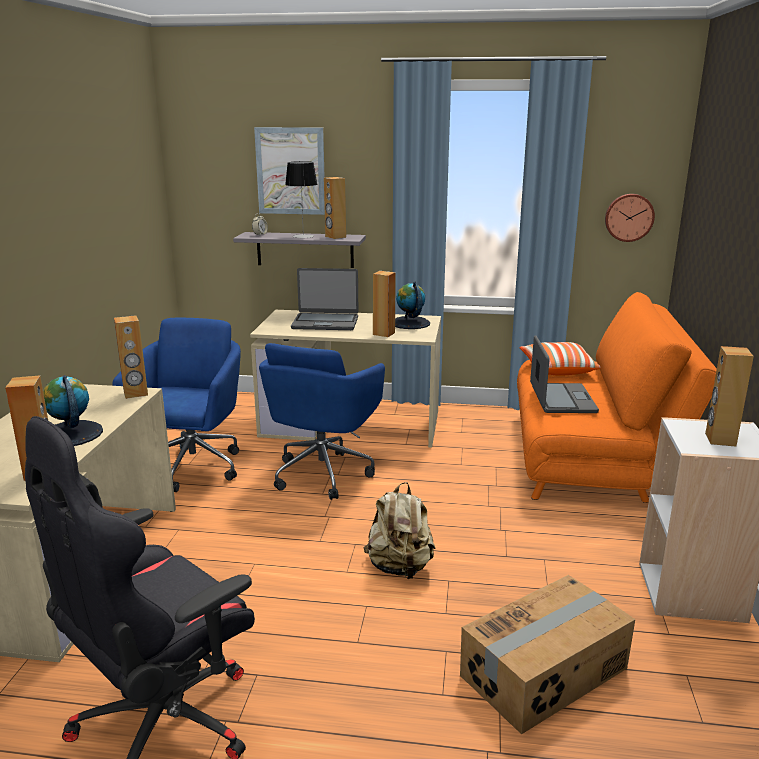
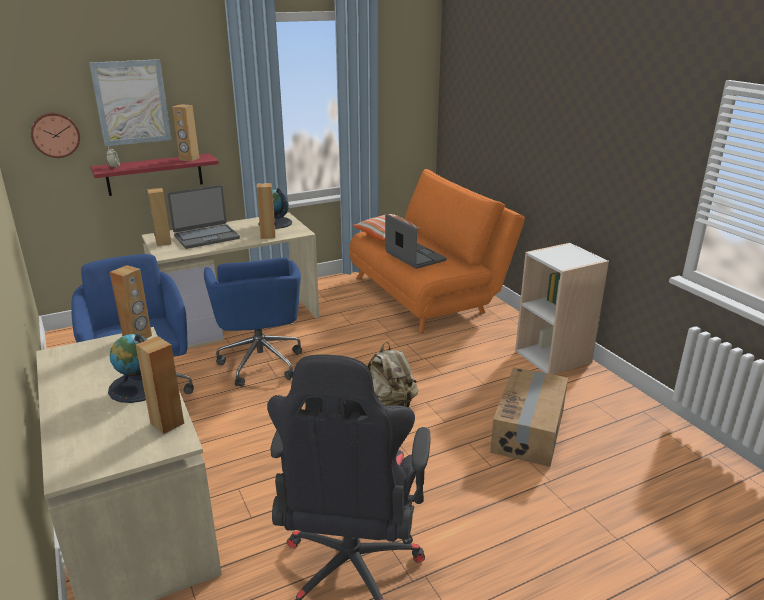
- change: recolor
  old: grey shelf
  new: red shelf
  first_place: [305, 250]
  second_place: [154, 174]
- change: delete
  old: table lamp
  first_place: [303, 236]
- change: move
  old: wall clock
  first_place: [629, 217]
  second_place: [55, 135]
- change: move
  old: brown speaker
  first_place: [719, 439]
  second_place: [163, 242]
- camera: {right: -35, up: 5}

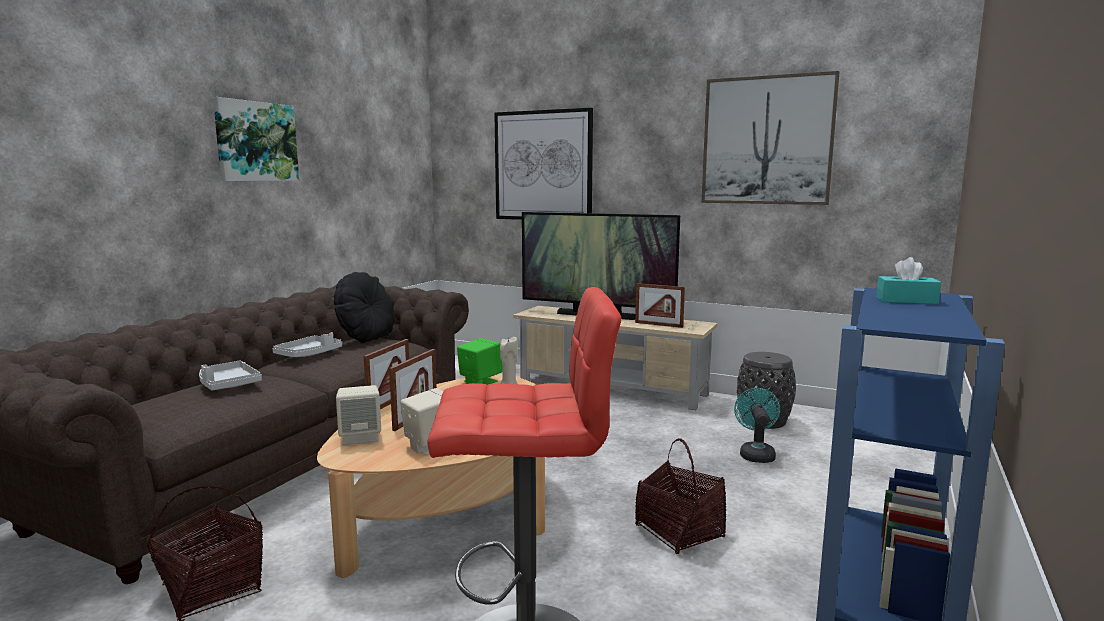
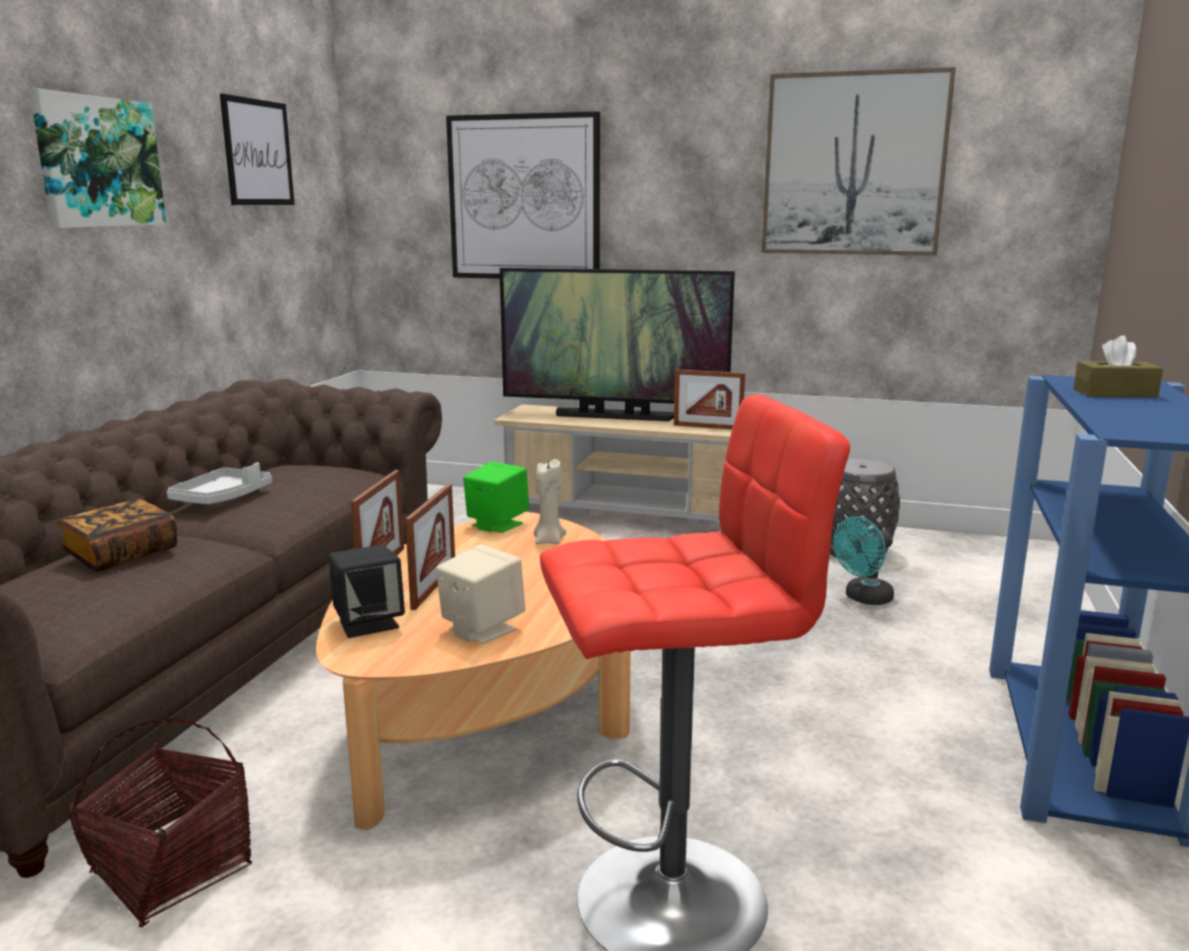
- change: replace
  old: grey tray
  new: book
  first_place: [228, 384]
  second_place: [121, 555]
- change: delete
  old: black pillow
  first_place: [366, 339]
- change: recolor
  old: beige speaker
  new: black speaker
  first_place: [360, 437]
  second_place: [369, 623]
- change: delete
  old: basket
  first_place: [679, 532]
- change: rotate
  old: turquoise fan
  first_place: [756, 454]
  second_place: [863, 599]
  degrees: -120
- change: recolor
  old: turquoise tissue box
  new: brown tissue box
  first_place: [906, 300]
  second_place: [1114, 393]
- change: insert
  new: picture
  second_place: [258, 152]
- camera: {right: -10, up: 5}

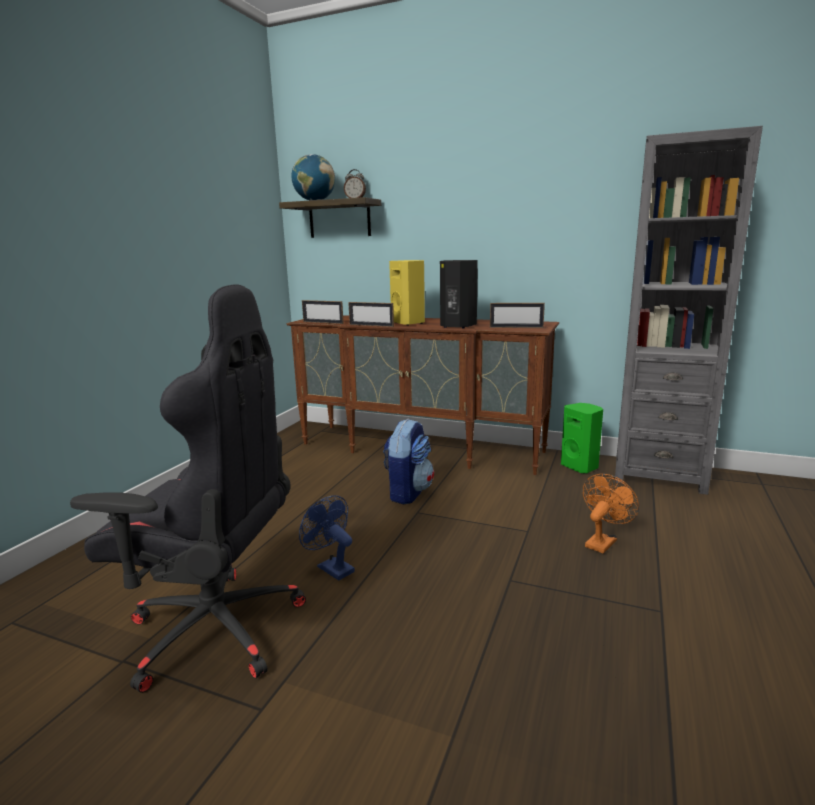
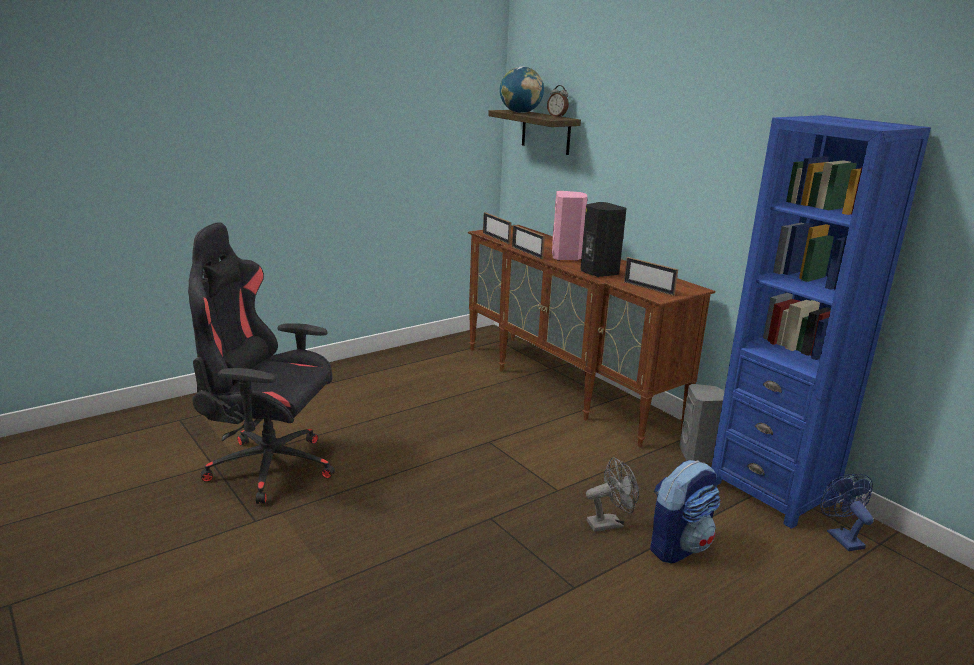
- change: rotate
  old: black office chair
  first_place: [214, 629]
  second_place: [272, 467]
  degrees: 150
- change: move
  old: blue fan
  first_place: [331, 567]
  second_place: [840, 537]
- change: move
  old: backpack
  first_place: [408, 492]
  second_place: [678, 546]
- change: recolor
  old: yellow speaker
  new: pink speaker
  first_place: [409, 323]
  second_place: [566, 257]
- change: recolor
  old: green speaker
  new: grey speaker
  first_place: [580, 467]
  second_place: [698, 455]
- change: recolor
  old: orange fan
  new: grey fan
  first_place: [602, 541]
  second_place: [610, 523]
- change: recolor
  old: grey bookcase
  new: blue bookcase
  first_place: [658, 474]
  second_place: [772, 491]
- camera: {right: 30, up: 5}

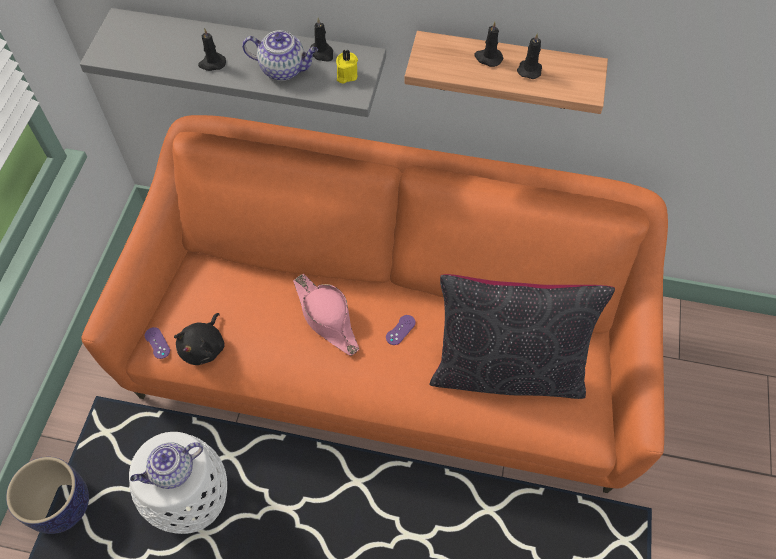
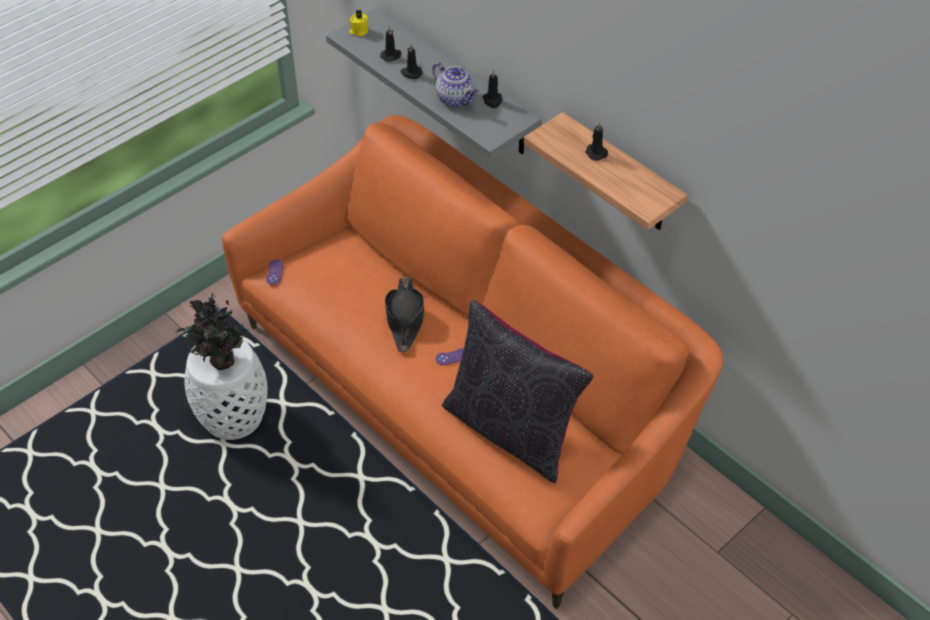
- change: delete
  old: planter
  first_place: [62, 505]
- change: replace
  old: teapot
  new: potted plant
  first_place: [172, 472]
  second_place: [220, 362]
- change: delete
  old: black plush toy
  first_place: [204, 347]
- change: recolor
  old: pink hat
  new: black hat
  first_place: [326, 318]
  second_place: [405, 318]
- change: move
  old: yellow candle
  first_place: [346, 75]
  second_place: [359, 31]
- change: move
  old: black candle
  first_place: [529, 69]
  second_place: [391, 56]
- camera: {right: 35, up: -10}

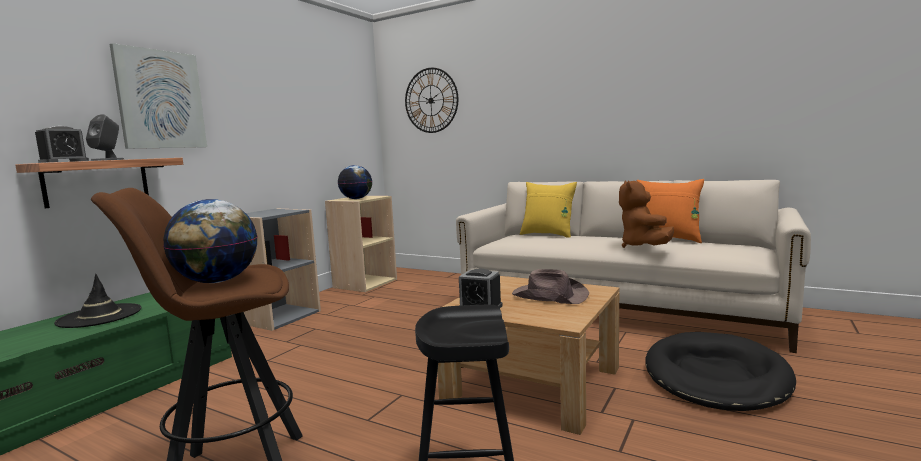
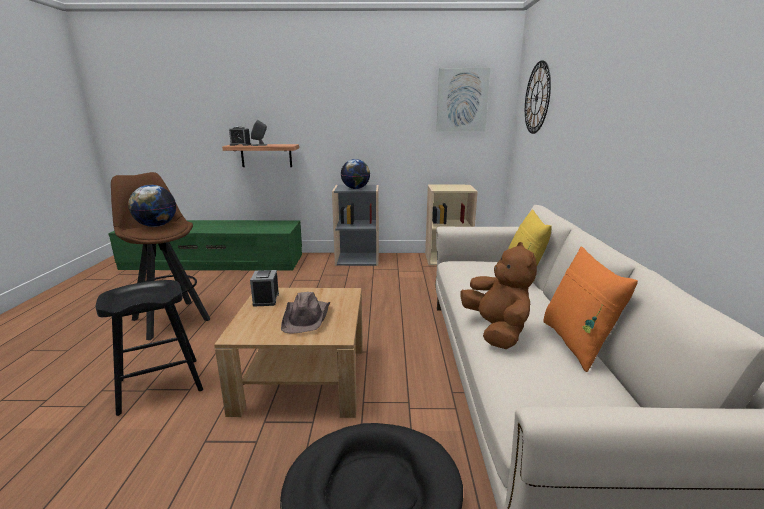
- change: delete
  old: black hat
  first_place: [99, 316]
- change: move
  old: picture
  first_place: [160, 99]
  second_place: [462, 100]
- change: move
  old: globe
  first_place: [356, 199]
  second_place: [355, 188]
- change: rotate
  old: brown plush toy
  first_place: [643, 246]
  second_place: [496, 331]
  degrees: 105
- camera: {right: 60, up: 10}

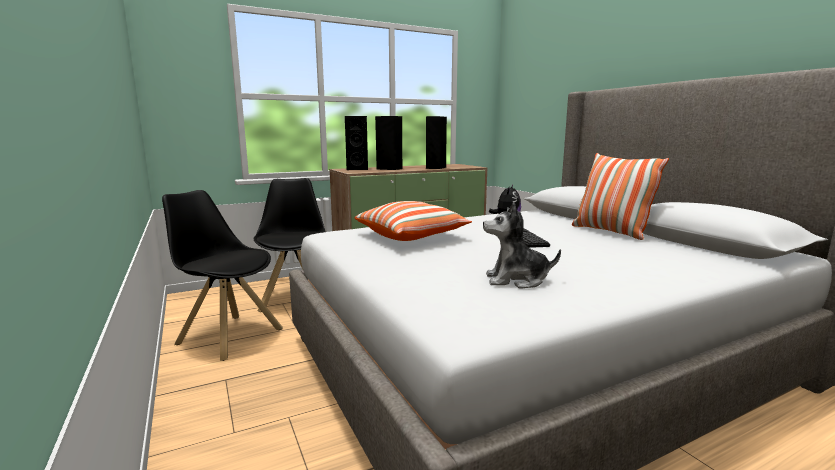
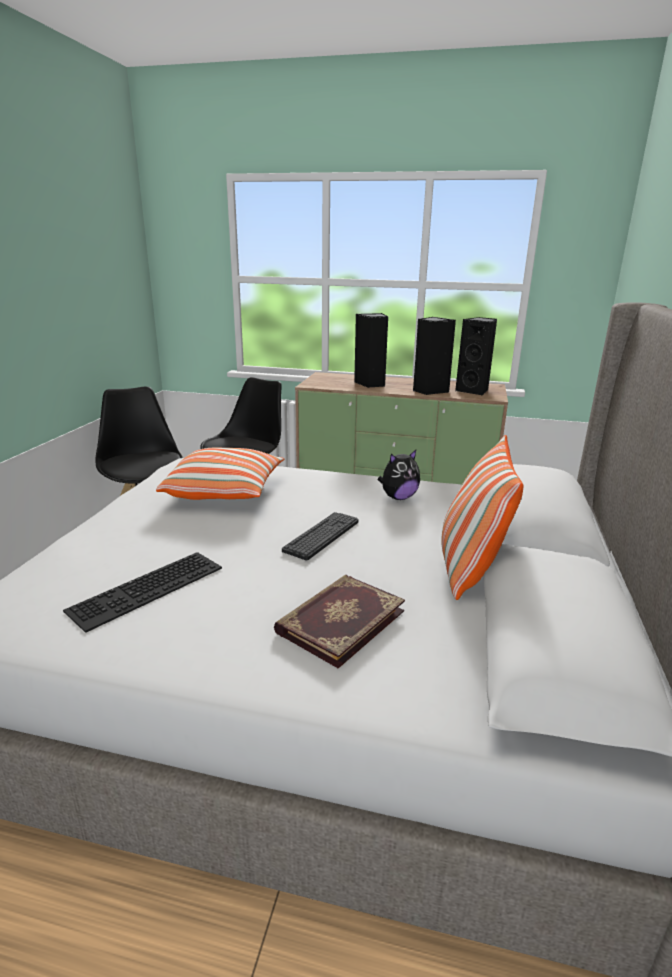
- change: move
  old: black speaker
  first_place: [358, 169]
  second_place: [474, 391]
- change: replace
  old: plush toy
  new: keyboard
  first_place: [516, 280]
  second_place: [148, 590]
- change: insert
  new: book
  second_place: [339, 621]
- camera: {right: 40, up: 10}

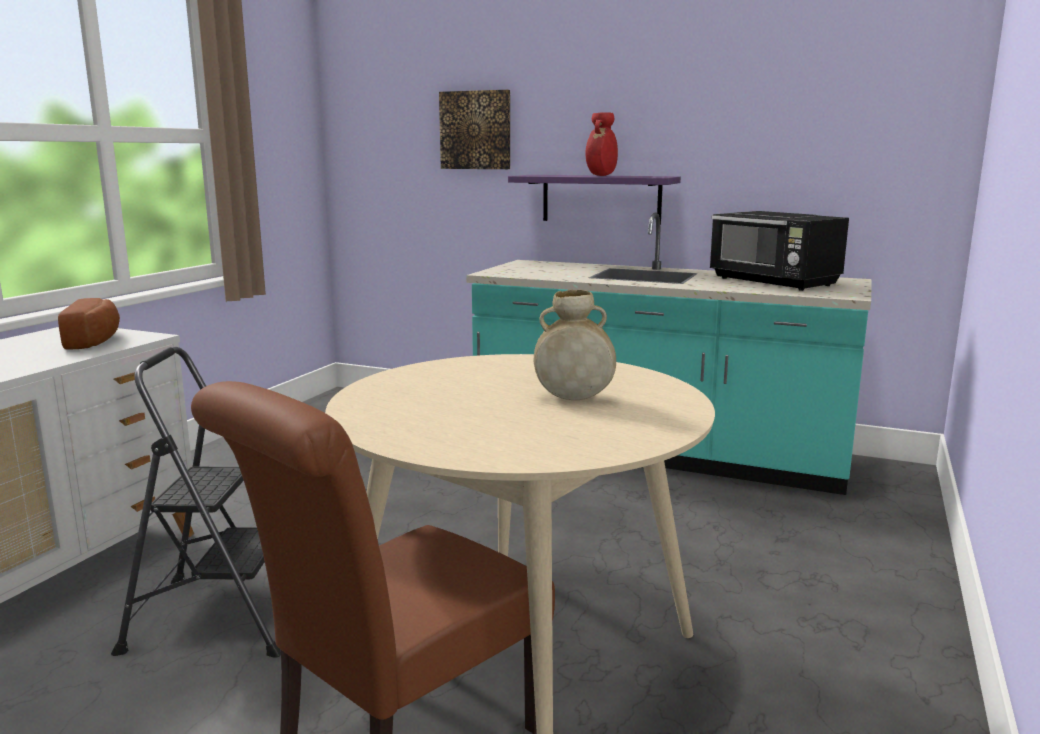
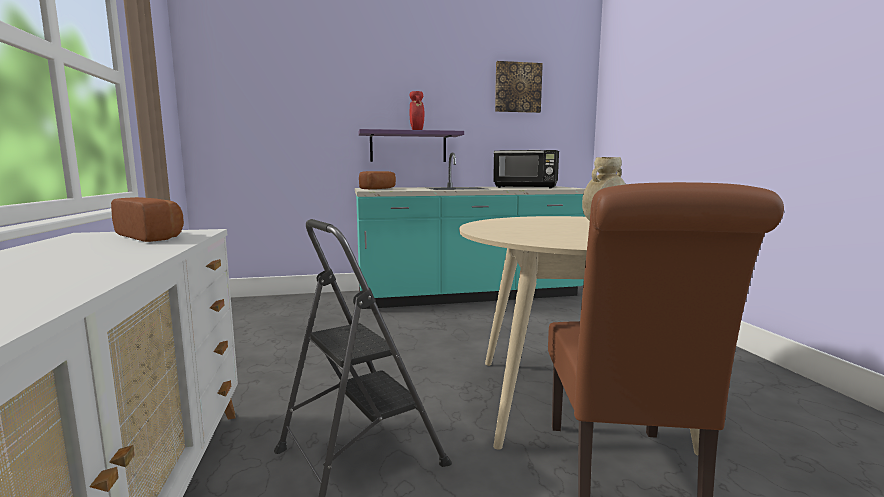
- change: move
  old: picture
  first_place: [476, 130]
  second_place: [517, 87]
- change: insert
  new: bread
  second_place: [380, 188]
- camera: {right: -35, up: -5}

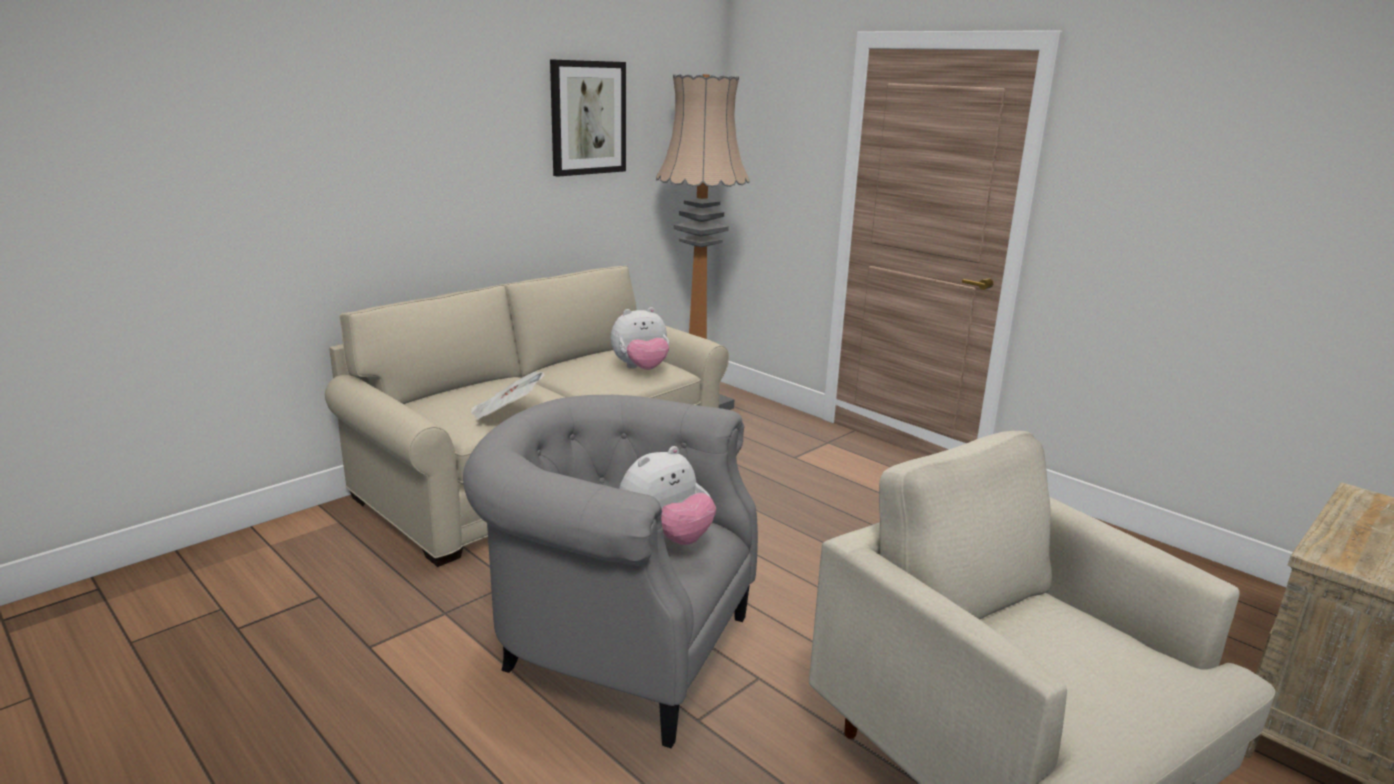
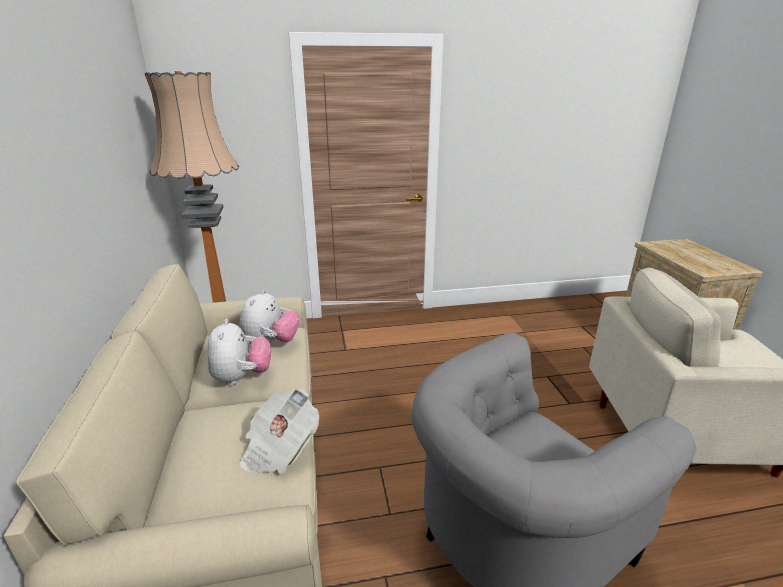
- change: delete
  old: picture
  first_place: [588, 118]
- change: move
  old: plush toy
  first_place: [665, 539]
  second_place: [241, 377]
- camera: {right: -55, up: 5}

